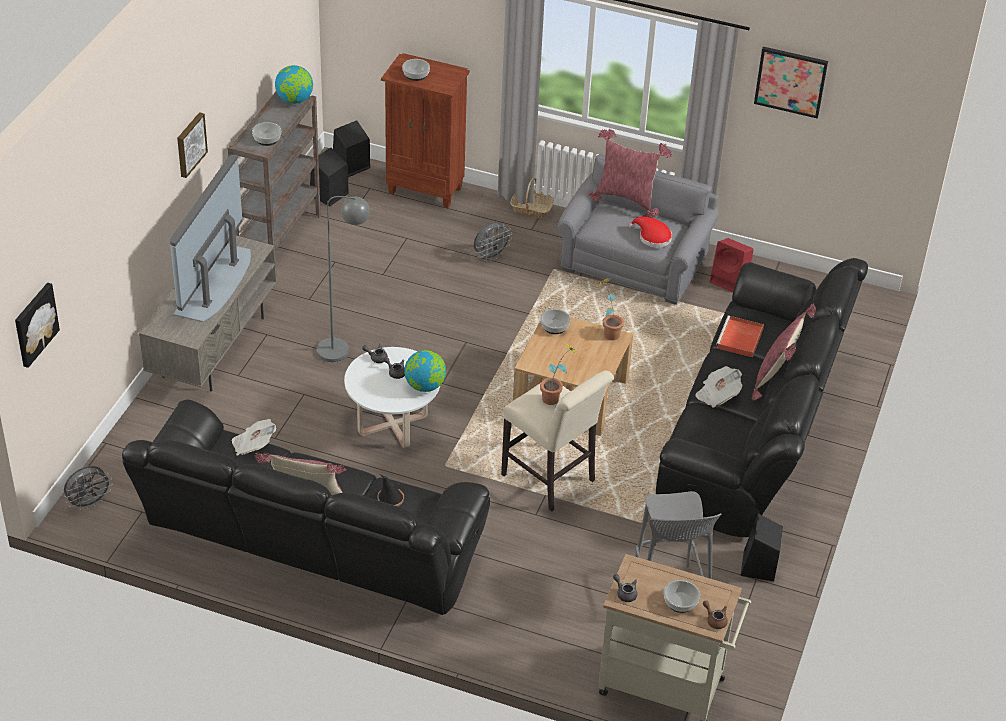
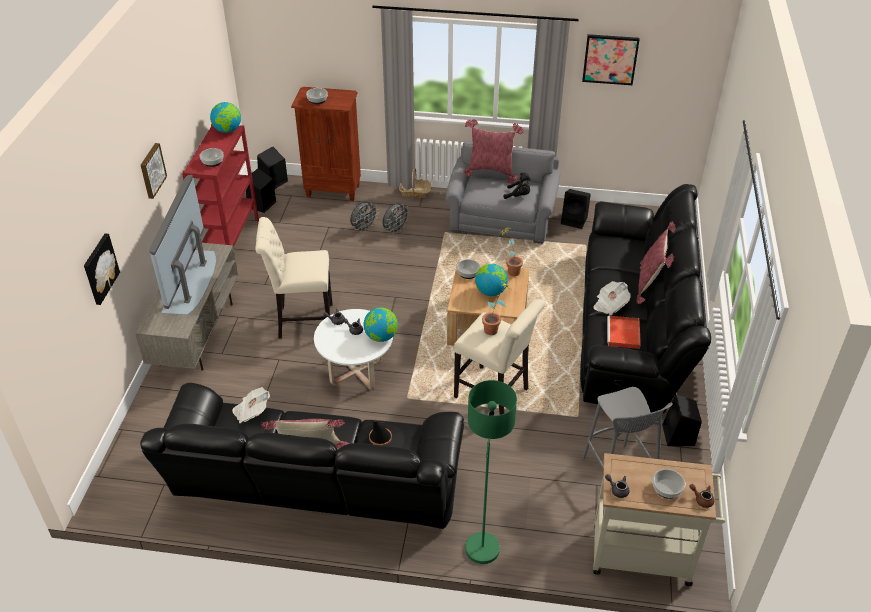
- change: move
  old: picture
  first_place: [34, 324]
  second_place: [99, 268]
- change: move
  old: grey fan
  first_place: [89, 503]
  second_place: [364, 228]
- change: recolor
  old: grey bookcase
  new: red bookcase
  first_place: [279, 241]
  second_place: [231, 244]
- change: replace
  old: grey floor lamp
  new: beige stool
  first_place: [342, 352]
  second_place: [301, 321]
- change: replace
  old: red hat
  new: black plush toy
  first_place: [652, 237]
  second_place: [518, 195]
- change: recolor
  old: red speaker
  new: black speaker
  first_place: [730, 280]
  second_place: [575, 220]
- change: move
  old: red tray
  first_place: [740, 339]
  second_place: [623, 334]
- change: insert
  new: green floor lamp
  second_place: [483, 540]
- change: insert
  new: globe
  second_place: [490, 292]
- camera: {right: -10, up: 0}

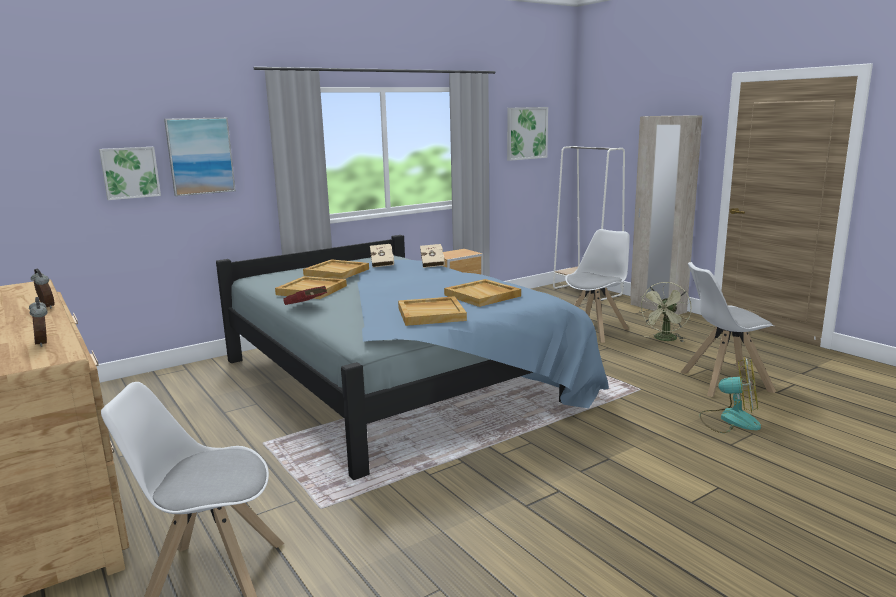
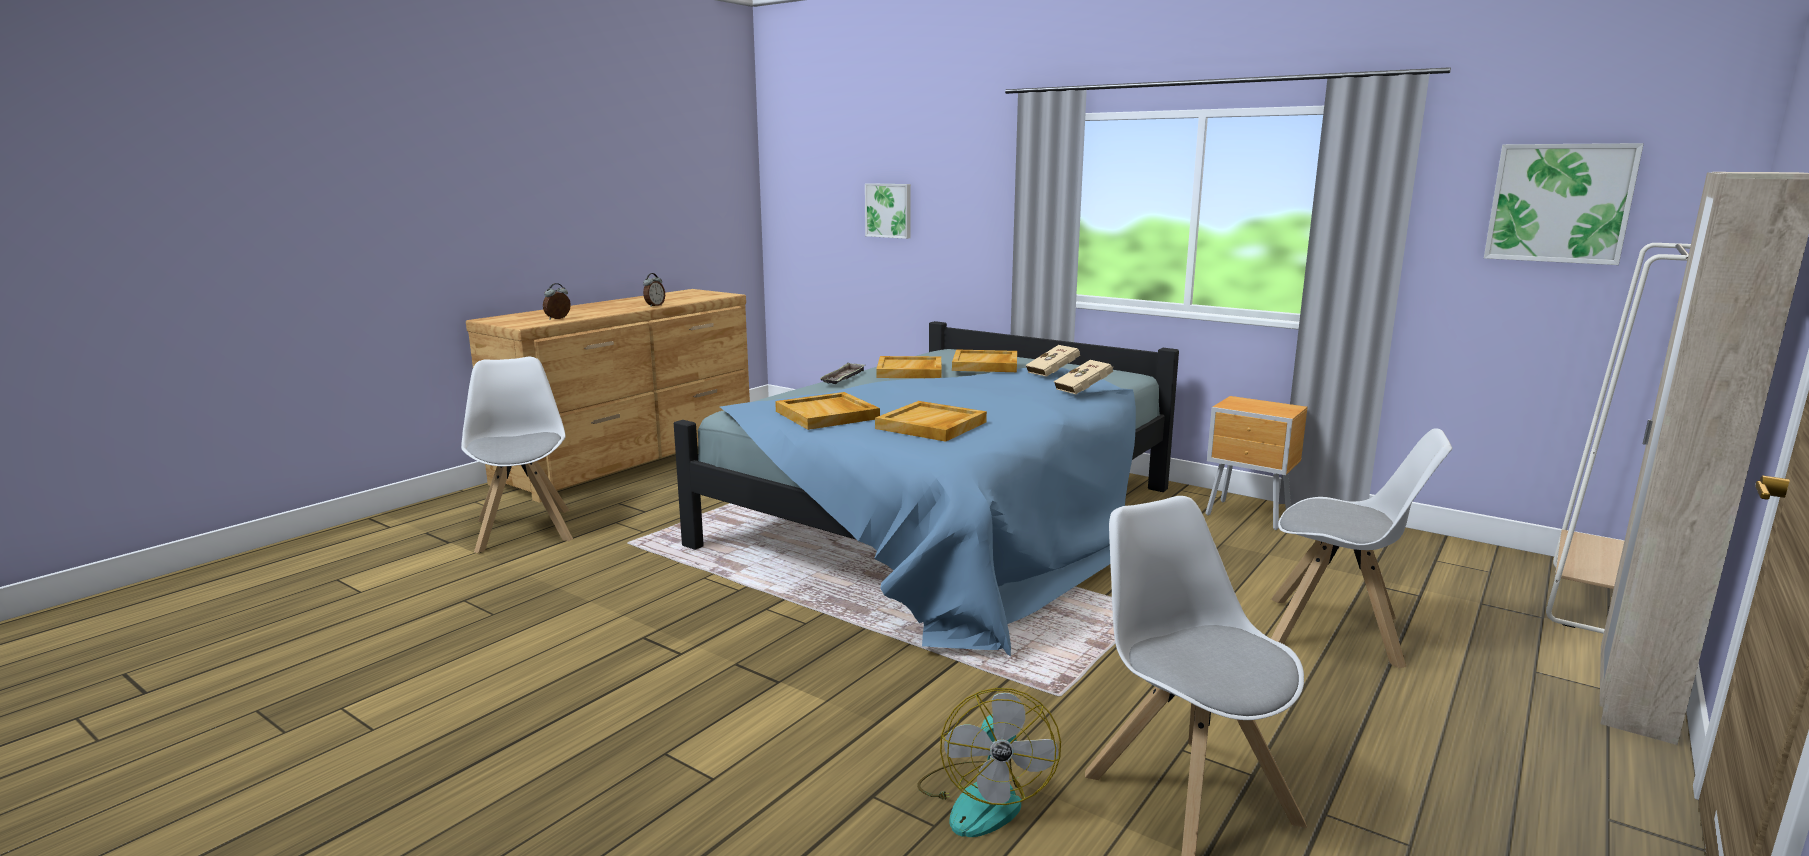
- change: delete
  old: picture
  first_place: [200, 156]
- change: replace
  old: red book
  new: tray
  first_place: [306, 306]
  second_place: [843, 378]
- change: delete
  old: green fan
  first_place: [664, 339]
- camera: {right: 70, up: 0}

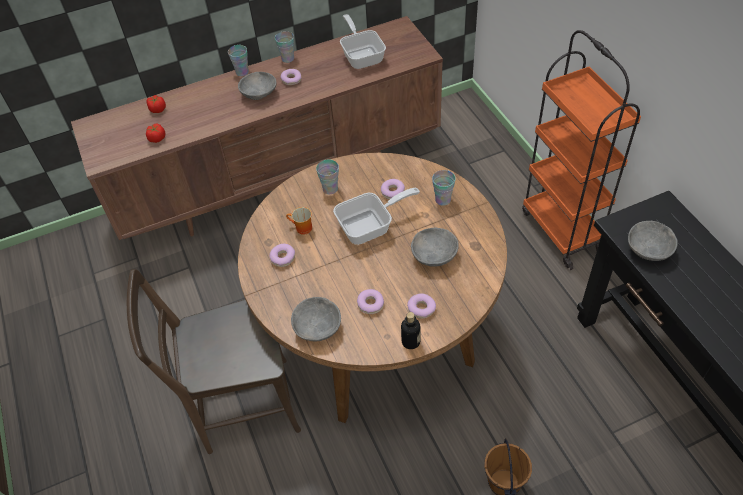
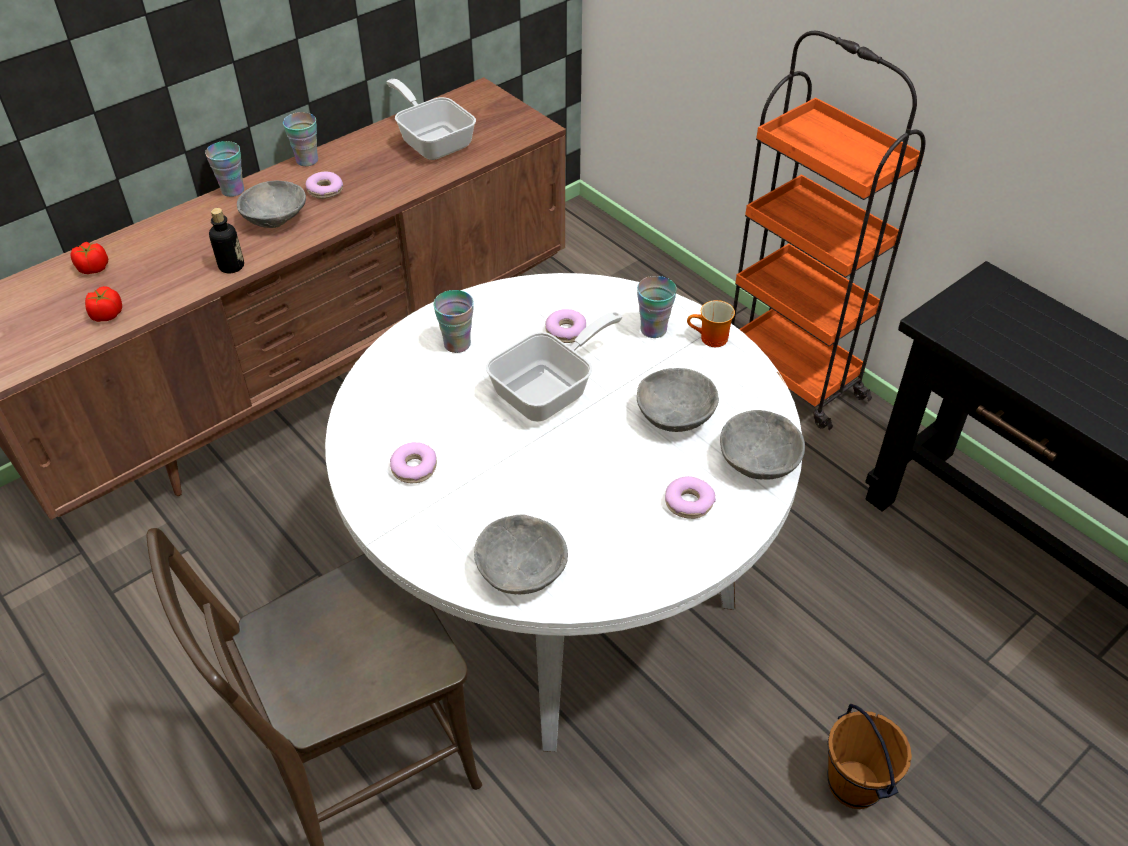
- change: recolor
  old: brown dining table
  new: white dining table
  first_place: [378, 336]
  second_place: [564, 593]
- change: move
  old: mug
  first_place: [301, 229]
  second_place: [710, 340]
- change: delete
  old: donut
  first_place: [370, 304]
- change: move
  old: bottle
  first_place: [410, 342]
  second_place: [231, 266]
- change: move
  old: grey bowl
  first_place: [648, 249]
  second_place: [758, 460]
- camera: {right: -20, up: -5}

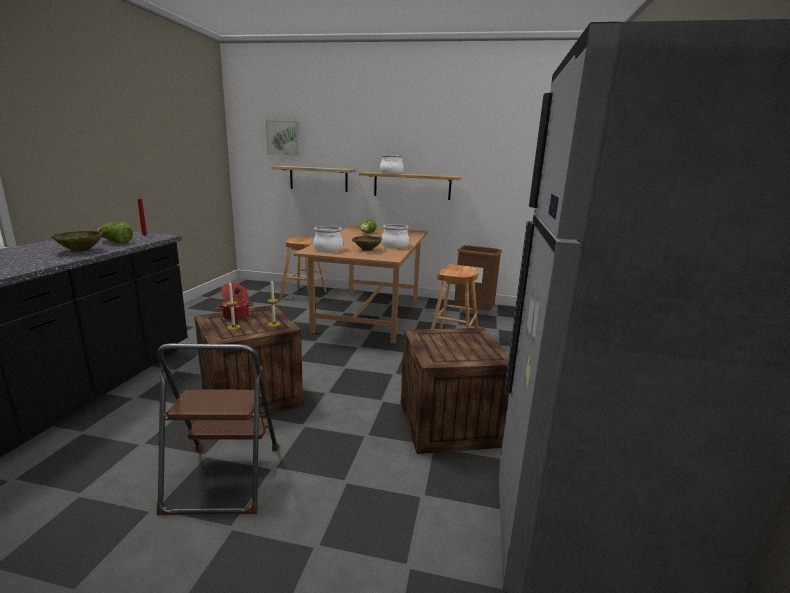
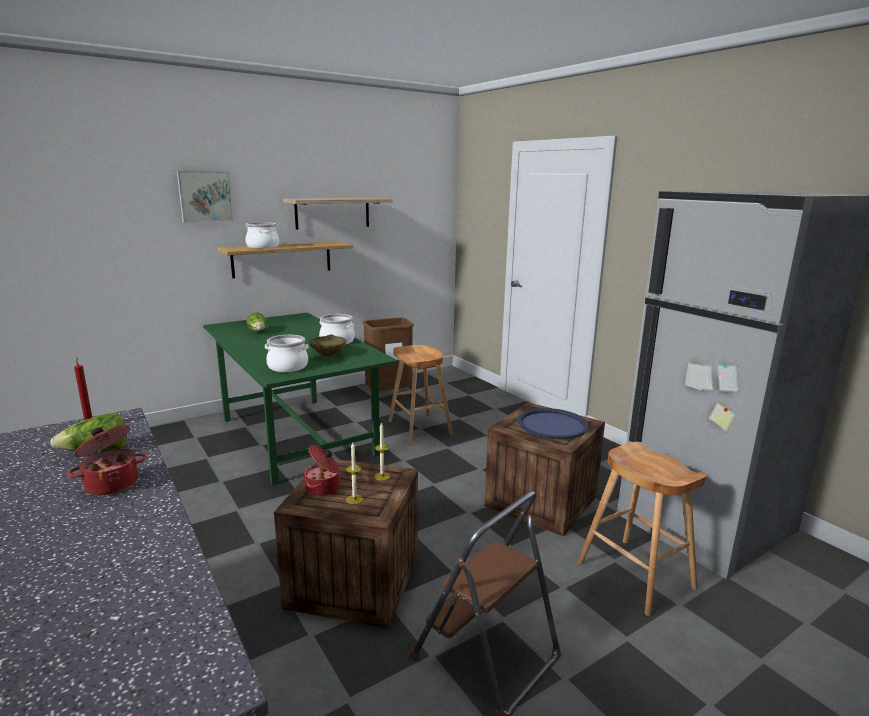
- change: replace
  old: beige bowl
  new: cooking pot
  first_place: [80, 251]
  second_place: [112, 483]
- change: move
  old: picture
  first_place: [283, 138]
  second_place: [205, 196]
- change: move
  old: shelf
  first_place: [318, 179]
  second_place: [332, 213]
- change: move
  old: brown stool
  first_place: [303, 295]
  second_place: [635, 575]
- change: recolor
  old: brown dining table
  new: green dining table
  first_place: [368, 315]
  second_place: [295, 436]
- change: insert
  new: blue tray
  second_place: [552, 424]
- camera: {right: -45, up: 0}

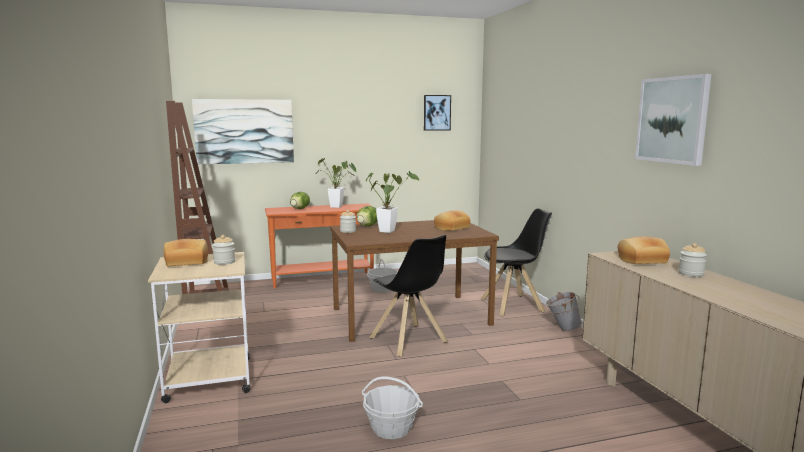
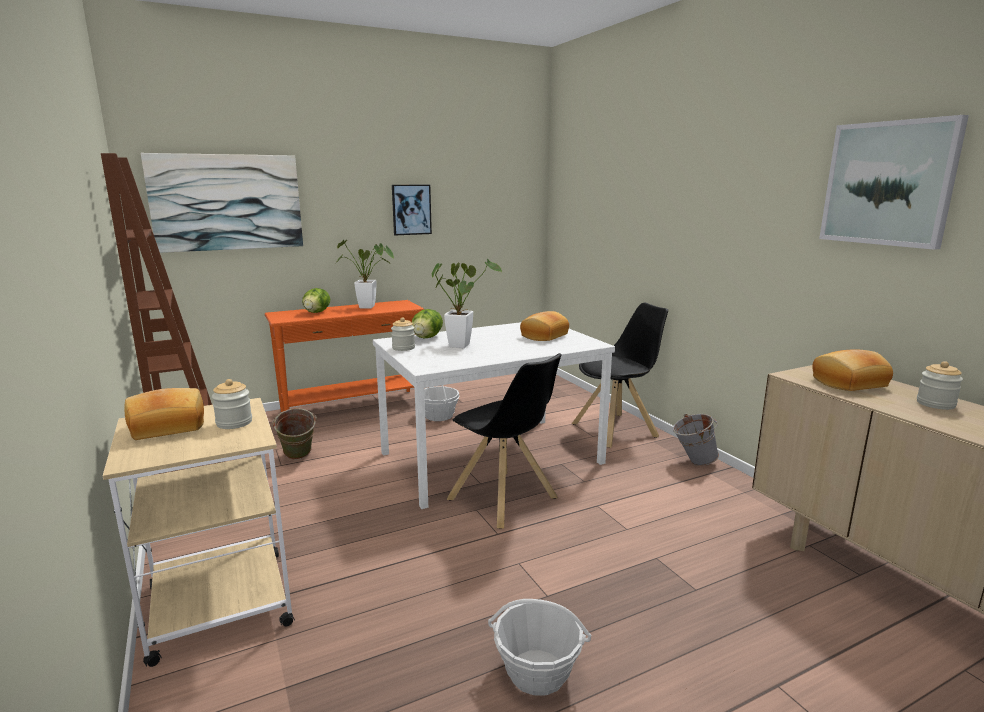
- change: recolor
  old: brown dining table
  new: white dining table
  first_place: [409, 317]
  second_place: [490, 459]
- change: move
  old: picture
  first_place: [437, 112]
  second_place: [411, 209]
- change: insert
  new: green bucket
  second_place: [298, 458]
- camera: {right: -10, up: 5}

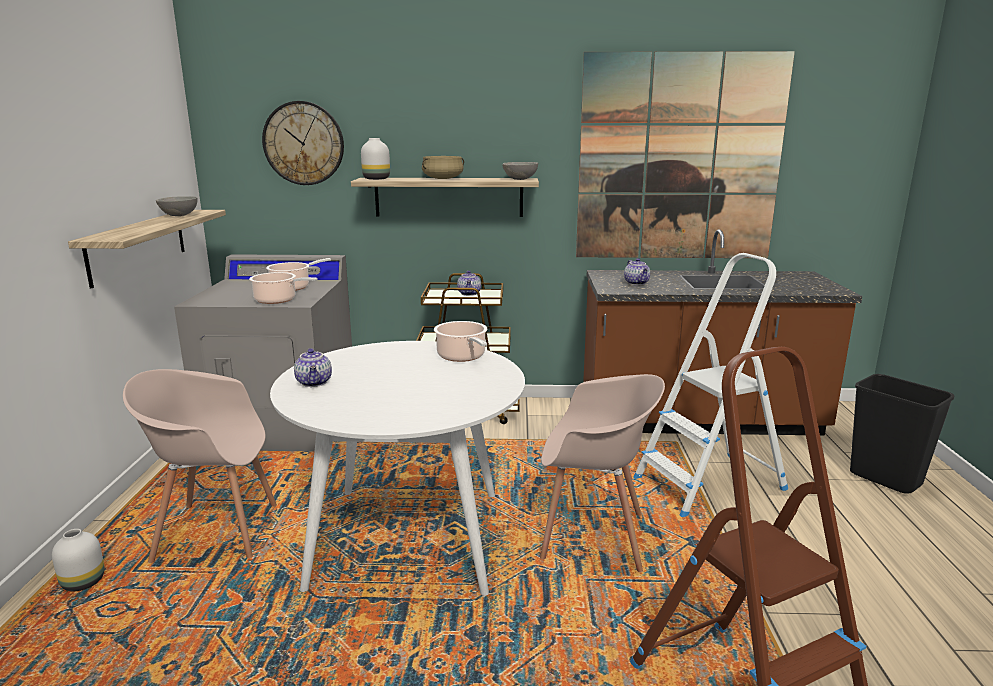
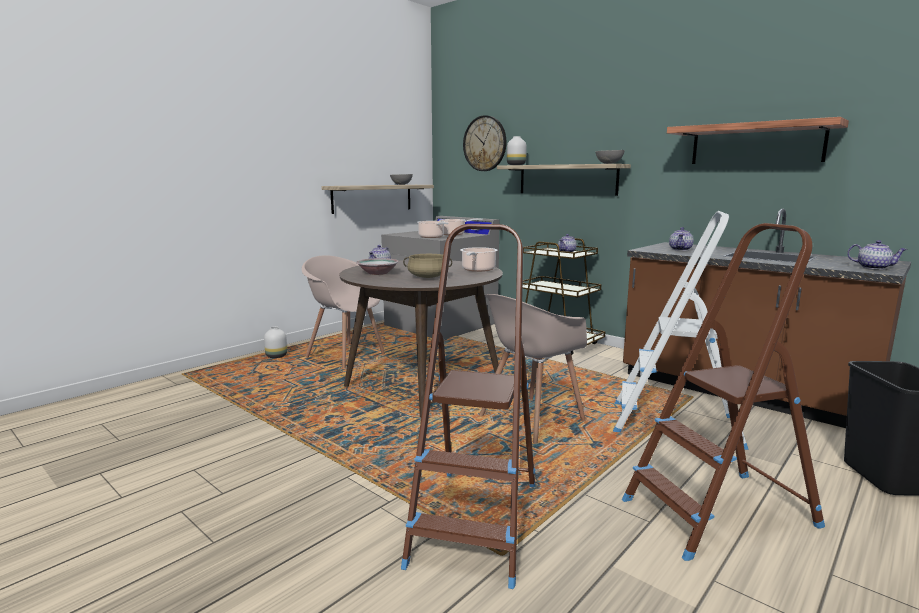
- change: recolor
  old: white dining table
  new: brown dining table
  first_place: [408, 538]
  second_place: [423, 385]
- change: move
  old: beige cooking pot
  first_place: [443, 179]
  second_place: [428, 277]
- change: rotate
  old: beige chair
  first_place: [595, 537]
  second_place: [531, 419]
  degrees: 90
- change: replace
  old: picture
  new: shelf
  first_place: [679, 159]
  second_place: [756, 144]
- change: insert
  new: bowl
  second_place: [377, 273]
- change: insert
  new: brown step ladder
  second_place: [717, 513]
- change: insert
  new: teapot
  second_place: [873, 268]
- camera: {right: 40, up: -5}

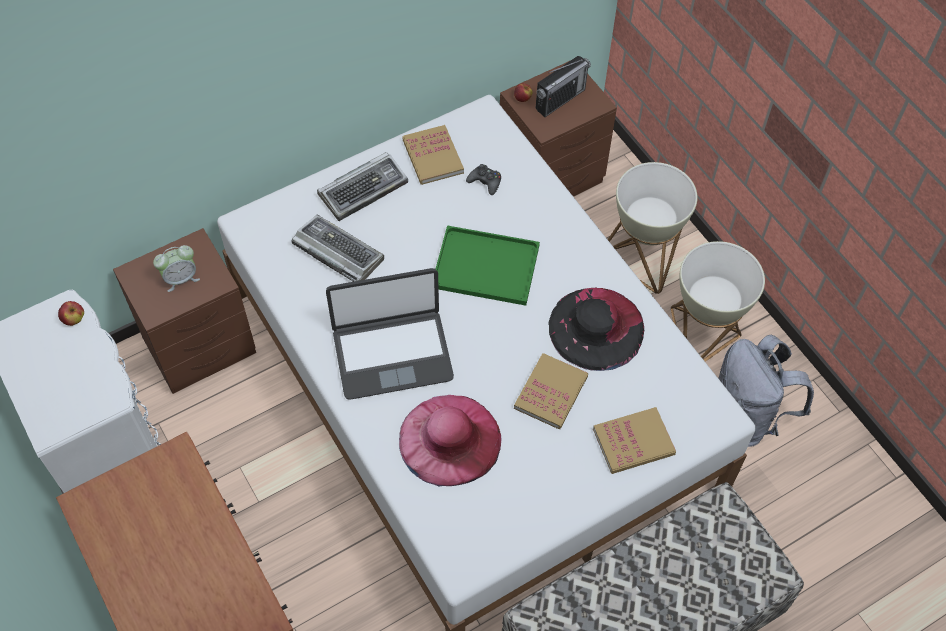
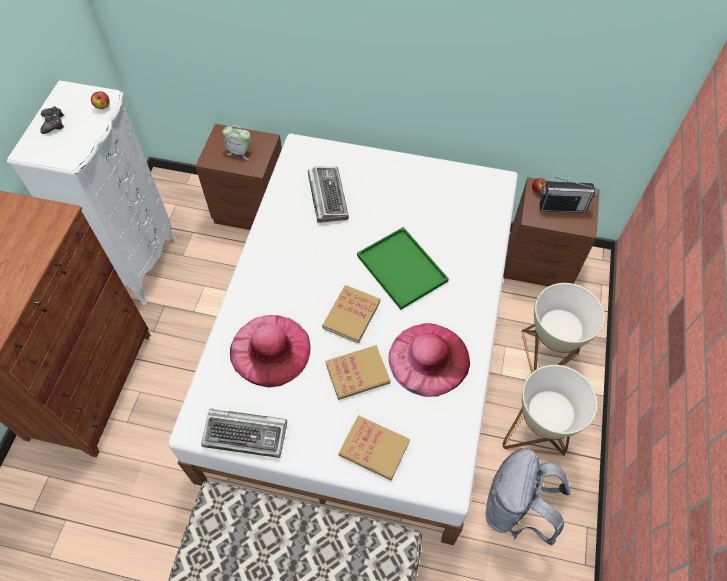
- change: move
  old: keyboard
  first_place: [364, 189]
  second_place: [246, 435]
- change: delete
  old: laptop
  first_place: [392, 354]
- change: move
  old: book
  first_place: [433, 157]
  second_place: [351, 315]
- change: move
  old: black game controller
  first_place: [485, 182]
  second_place: [53, 123]
- change: recolor
  old: black hat
  new: pink hat
  first_place: [596, 328]
  second_place: [429, 359]
- camera: {right: 45, up: 0}

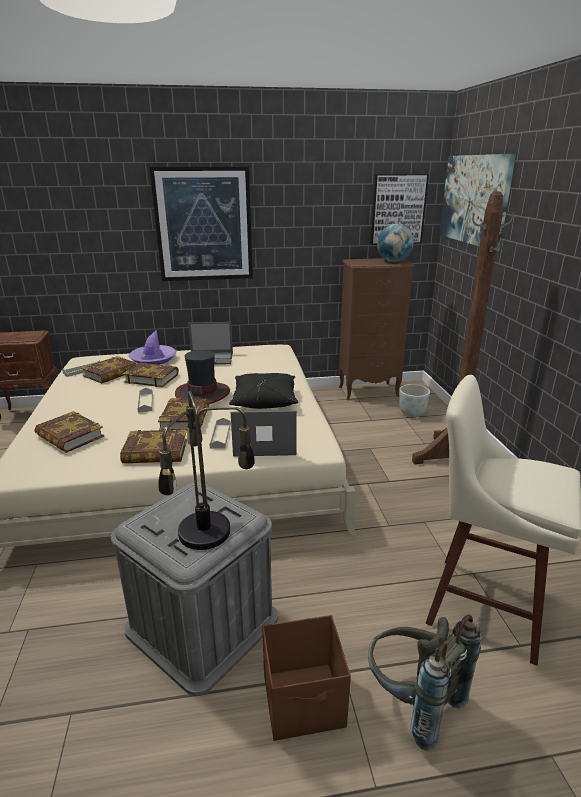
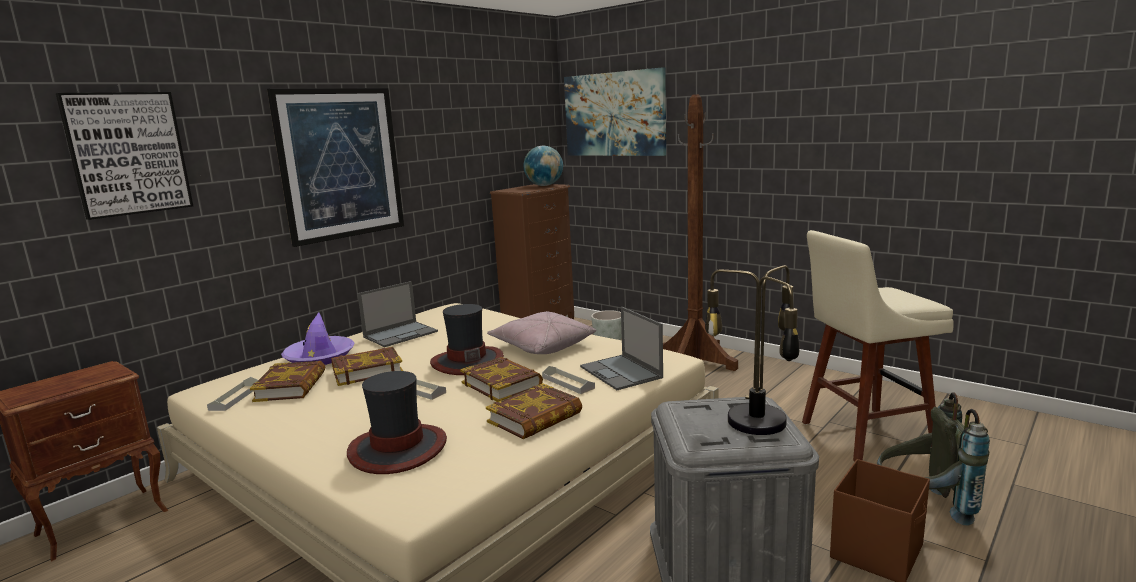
- change: replace
  old: book
  new: hat
  first_place: [69, 436]
  second_place: [398, 449]
- change: recolor
  old: black pillow
  new: purple pillow
  first_place: [264, 400]
  second_place: [542, 347]
- change: rotate
  old: laptop
  first_place: [264, 444]
  second_place: [621, 372]
  degrees: -75
- change: move
  old: picture
  first_place: [398, 209]
  second_place: [128, 153]
- camera: {right: -40, up: -10}

